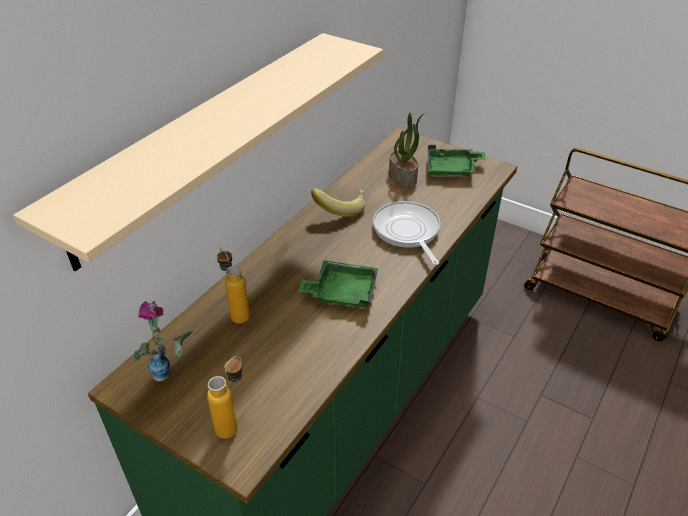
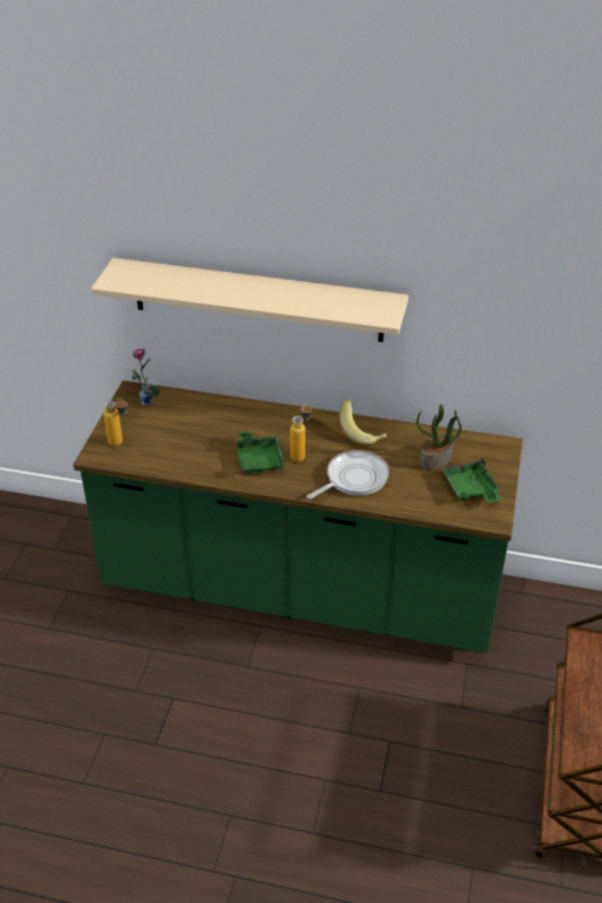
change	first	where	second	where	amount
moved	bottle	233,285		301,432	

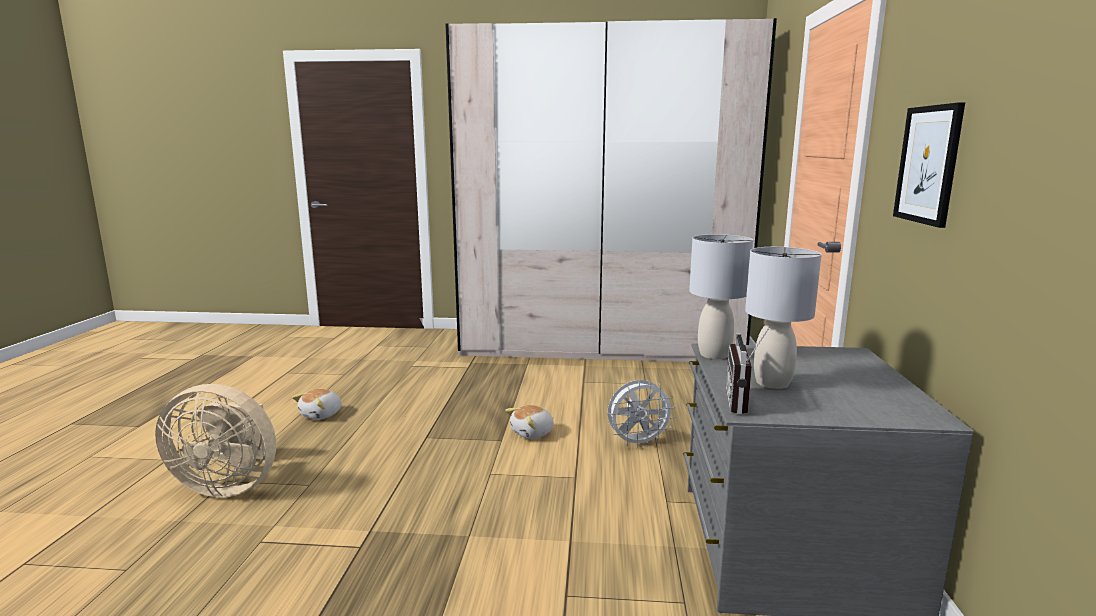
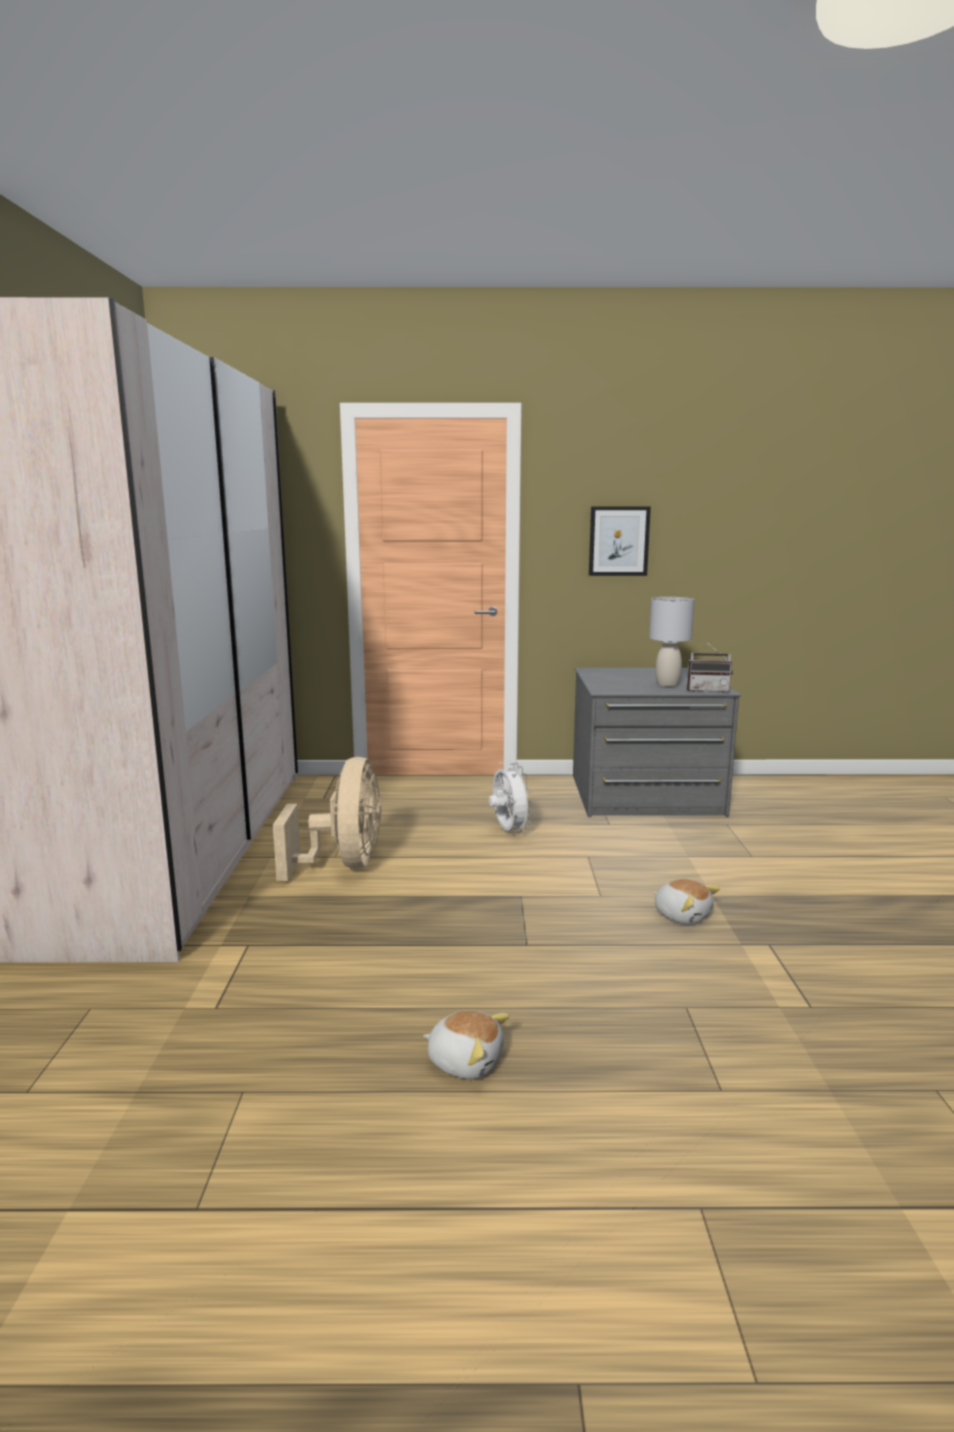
change	first	where	second	where	amount
removed	table lamp/grey	721,296			
moved	fan/beige	215,440		327,819	
moved	plush toy	529,422		687,901	

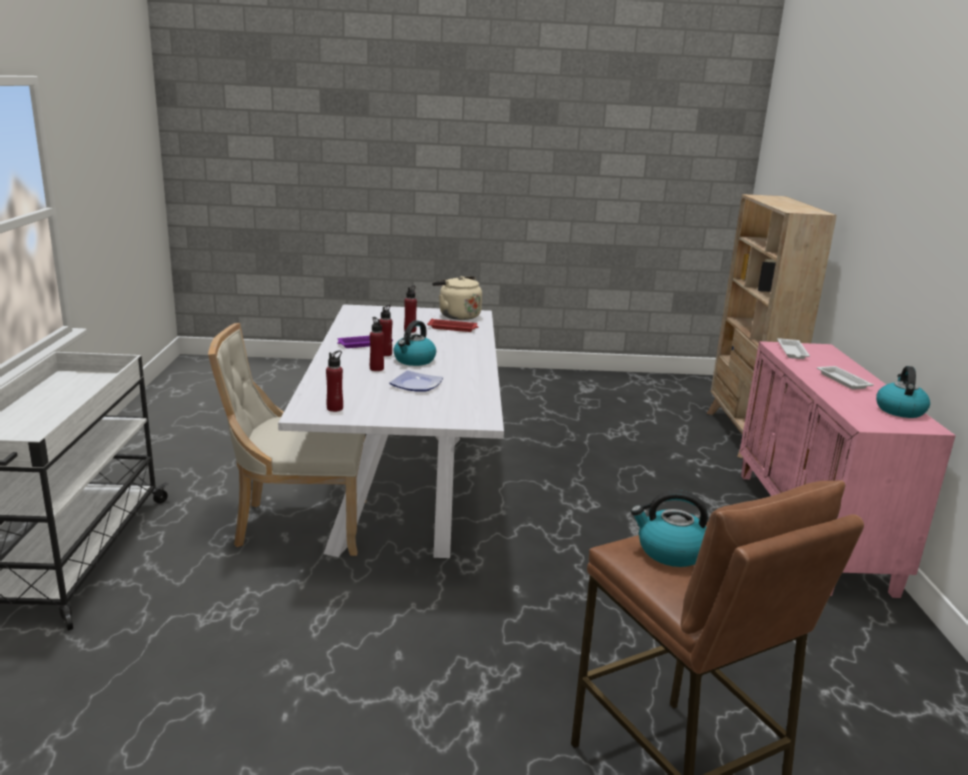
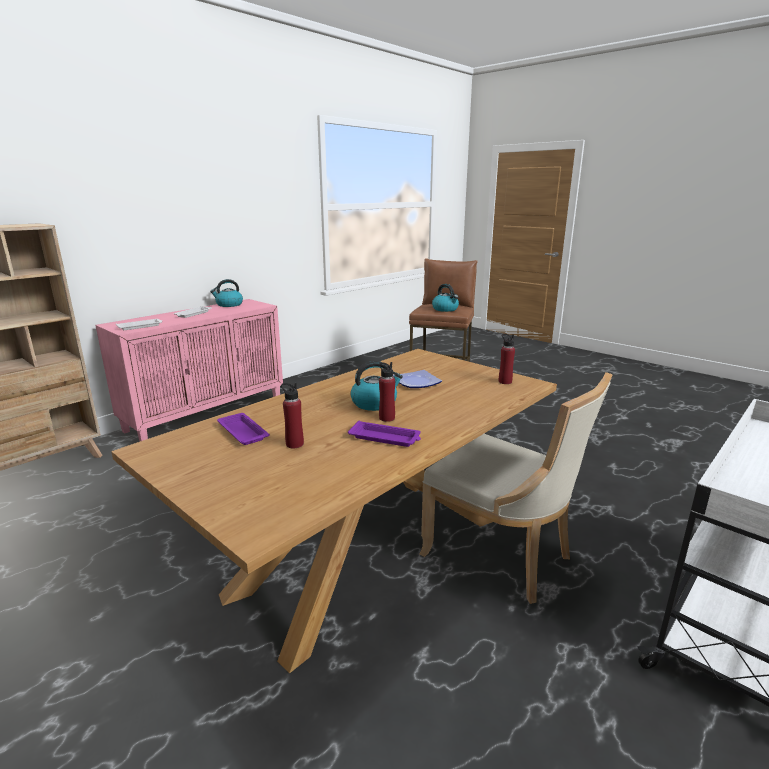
change	first	where	second	where	amount
removed	kettle/beige	457,298			
recoloured	dining table/white	391,431	dining table/brown	334,511	
removed	bottle/red	377,344			
recoloured	tray/red	452,325	tray/purple	243,429	

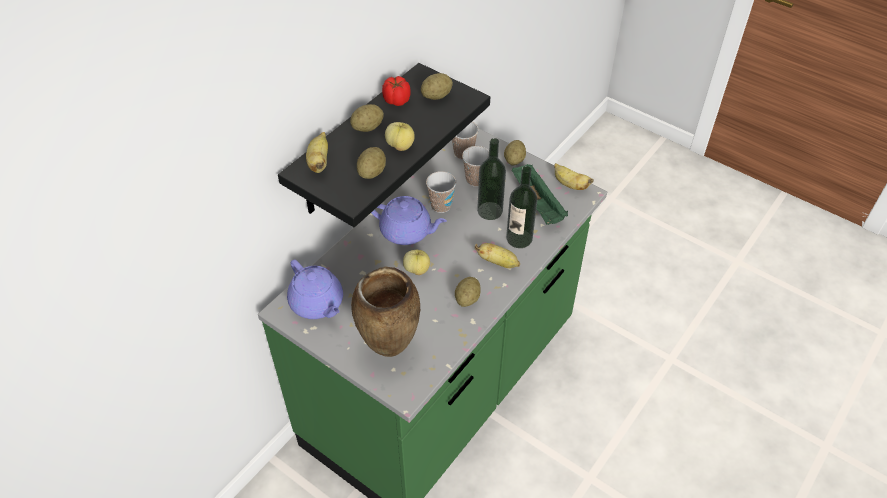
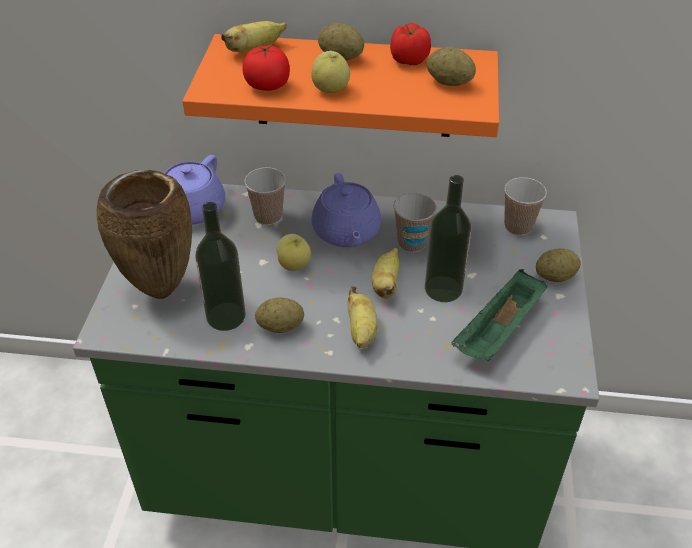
change	first	where	second	where	amount
recoloured	shelf/black	384,145	shelf/orange	341,85	
moved	cup	475,166		265,196	
replaced	potato	371,163	tomato	266,68	
moved	banana	574,176		386,273	
moved	bottle	521,207		220,266	

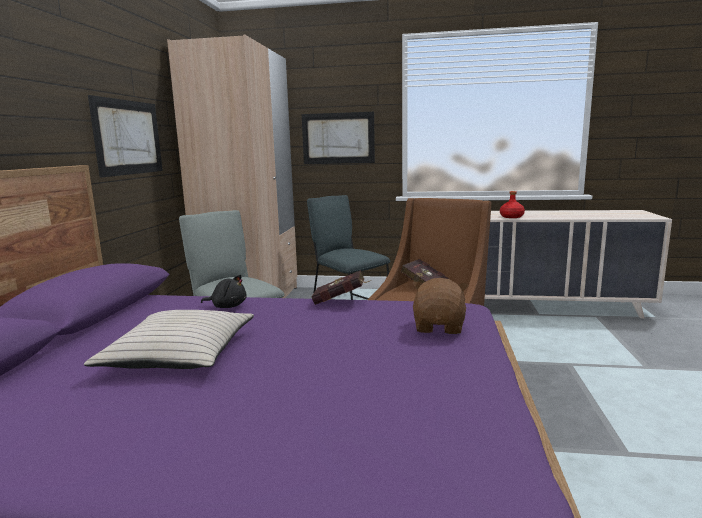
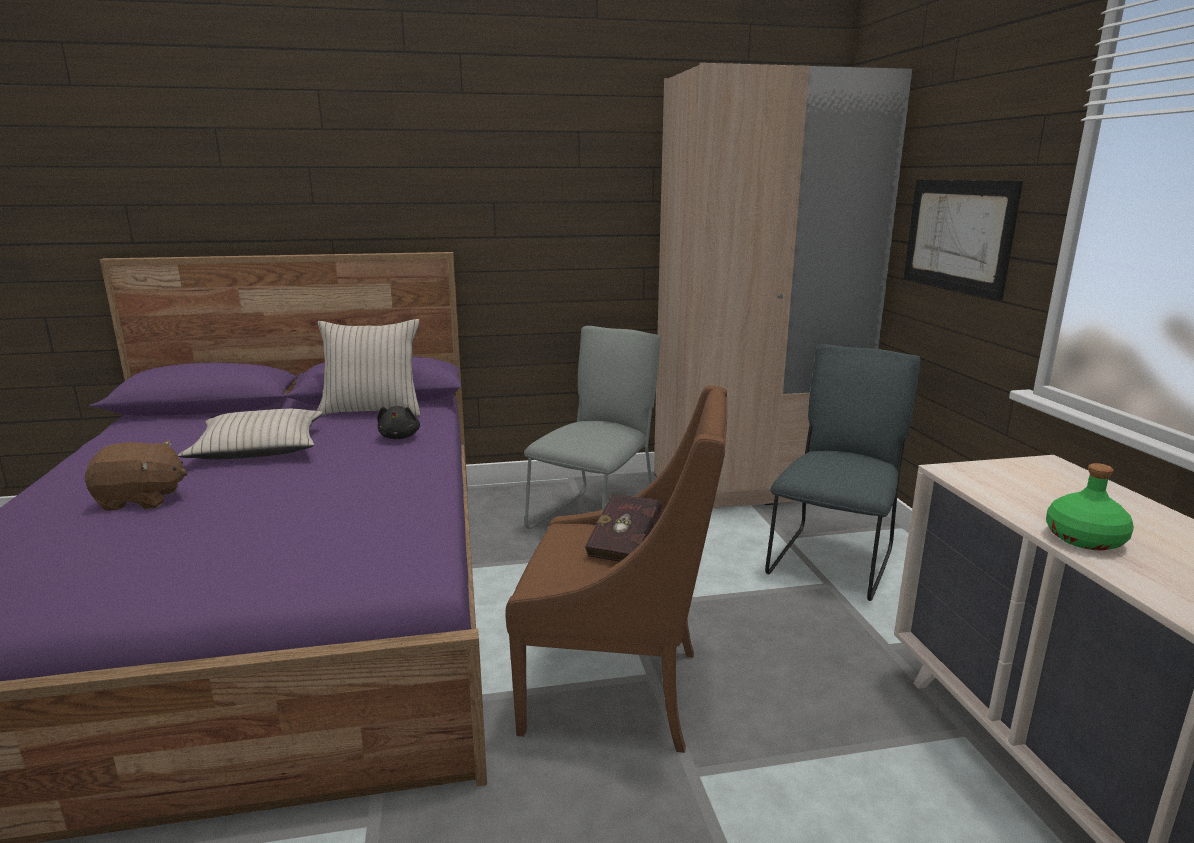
change	first	where	second	where	amount
removed	picture	125,136			
recoloured	bottle/red	512,204	bottle/green	1090,506	
removed	book/red	341,287			
moved	plush toy/brown	440,306		136,475	
added			pillow/beige	368,367	

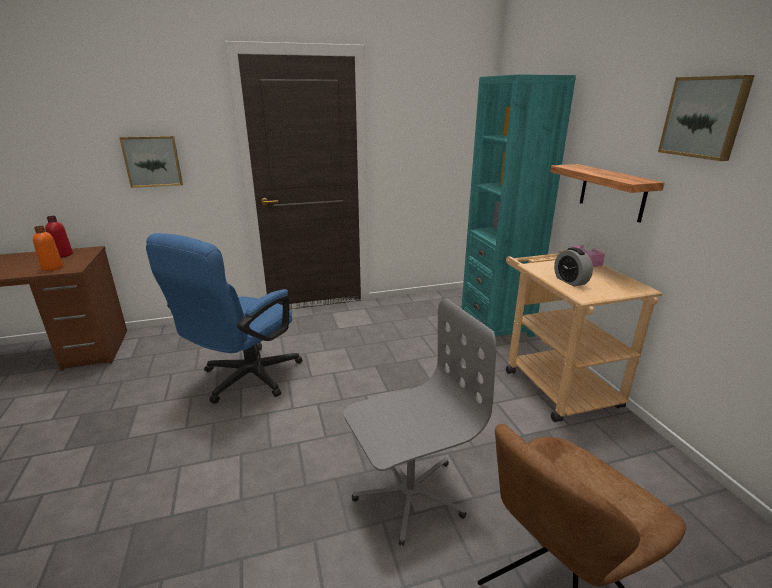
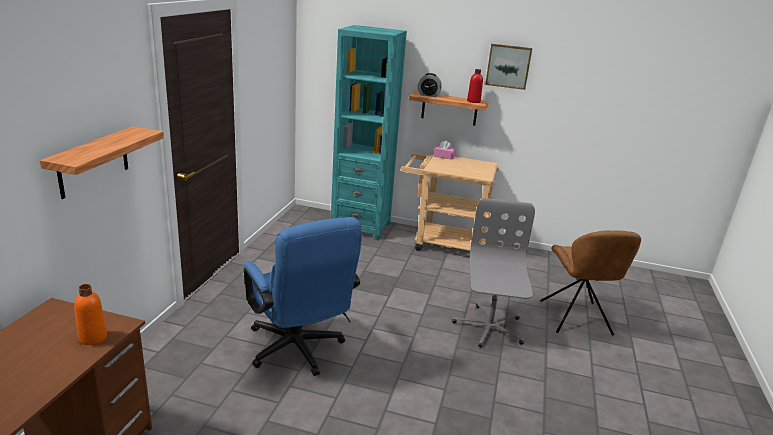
change	first	where	second	where	amount
replaced	picture	151,162	shelf	102,162	
moved	bottle/red	59,237		475,86	
moved	alarm clock	573,267		430,85	

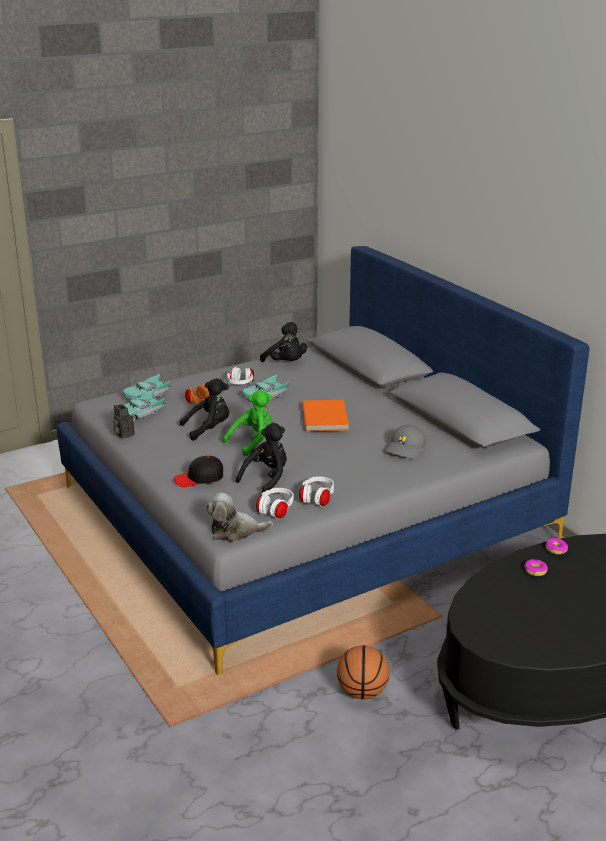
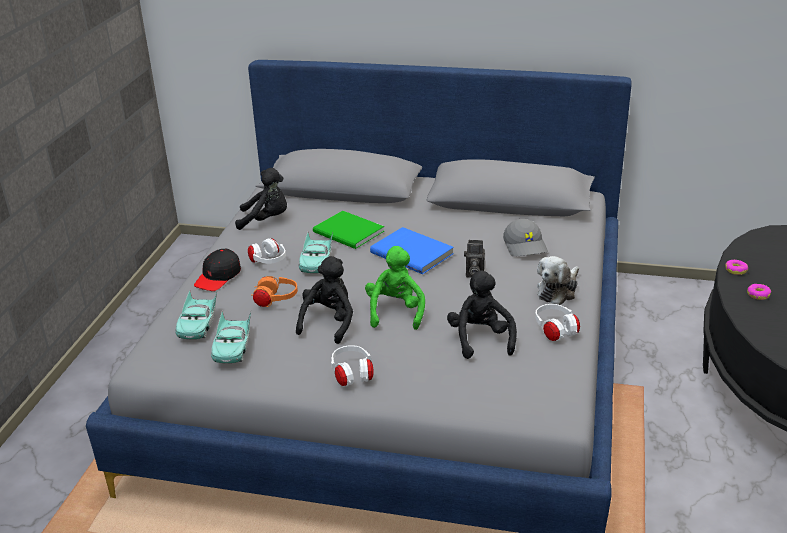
change	first	where	second	where	amount
recoloured	book/orange	325,416	book/blue	412,250	
moved	photo camera	124,421		474,259	
moved	cap/black	198,471		217,270	
moved	headphones/white	275,503		352,365	
moved	plush toy	239,517		558,280	
removed	basketball	363,672			
added			book/green	348,230	

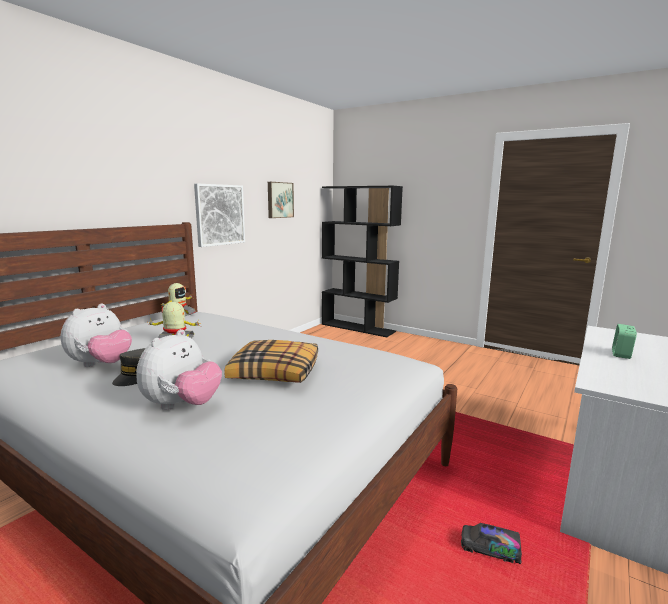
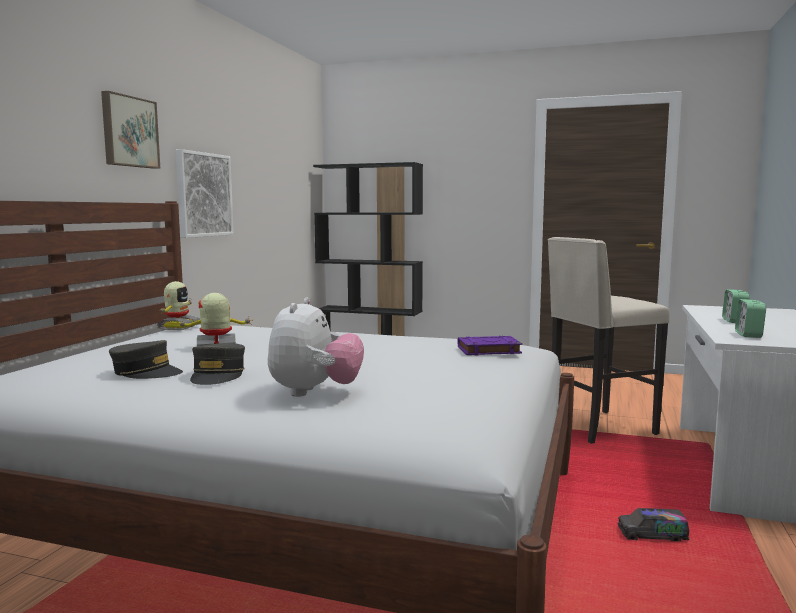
change	first	where	second	where	amount
moved	picture	281,200		130,130	
replaced	plush toy	96,335	cap/grey	146,359	
removed	pillow	271,361			
added			stool/beige	609,340	
added			alarm clock	750,318	
added			book/purple	489,345	

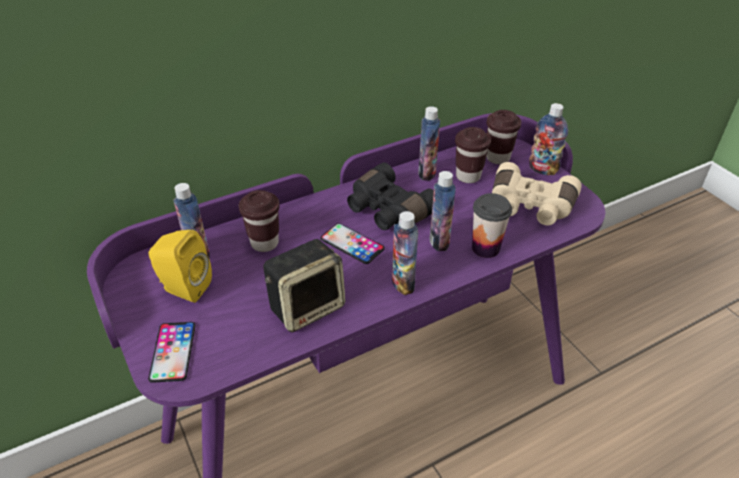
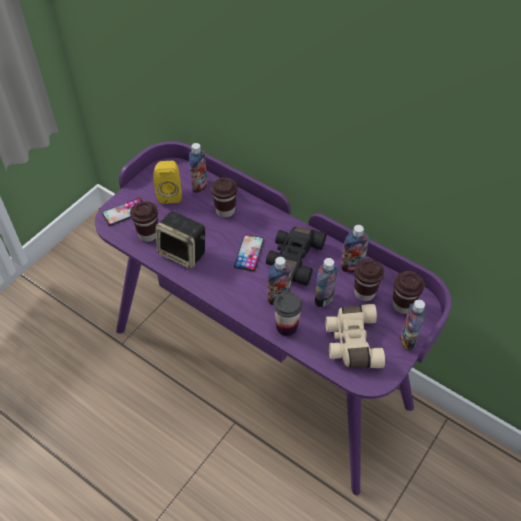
change	first	where	second	where	amount
moved	bottle	405,253		326,282	
added			cup/brown	144,221	

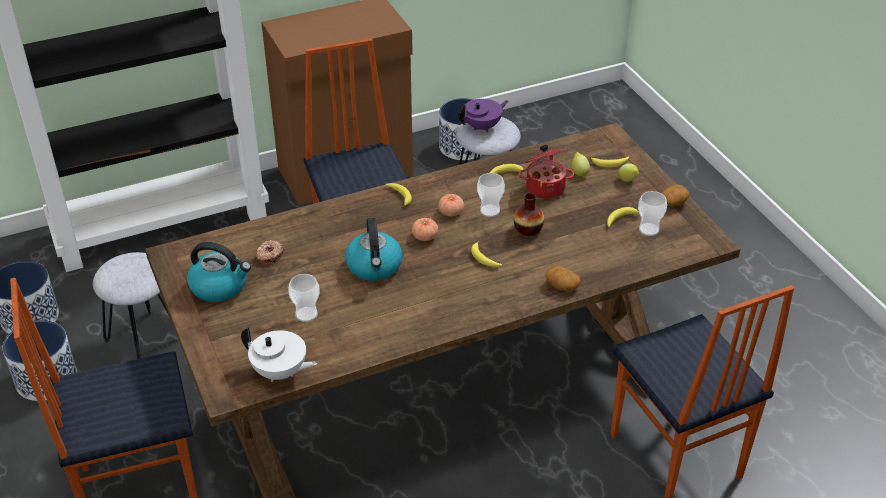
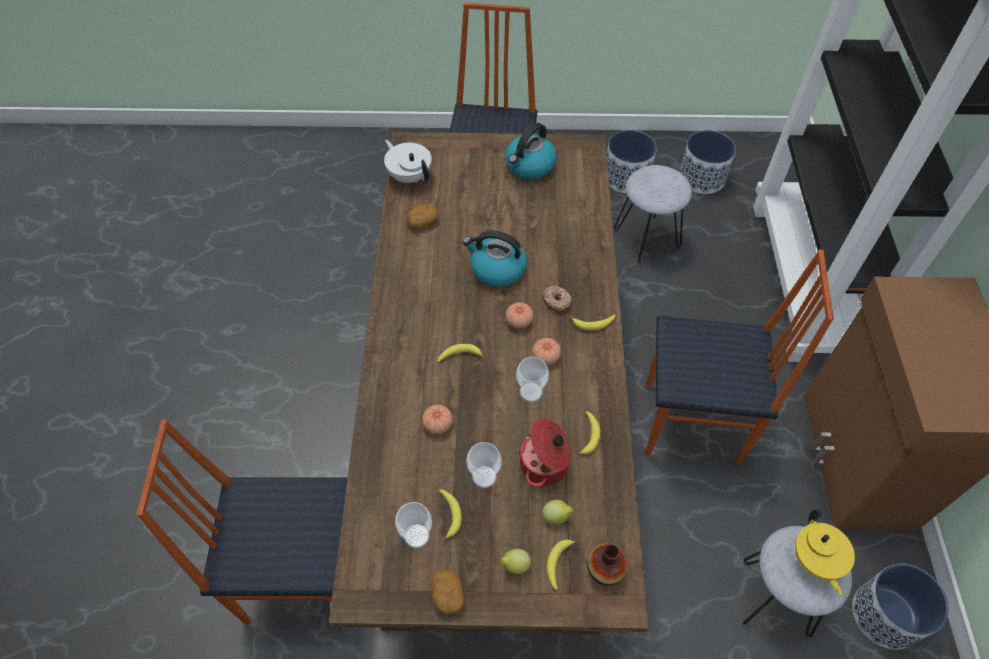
change	first	where	second	where	amount
recoloured	teapot/purple	483,115	teapot/yellow	825,552	
moved	vase	529,214		607,565	
moved	donut	270,252		558,299	
moved	potato	563,278		423,216	
moved	cup	304,298		484,465	
turned	teapot/white	279,354		408,161	90 degrees clockwise
added			tomato	437,419	

